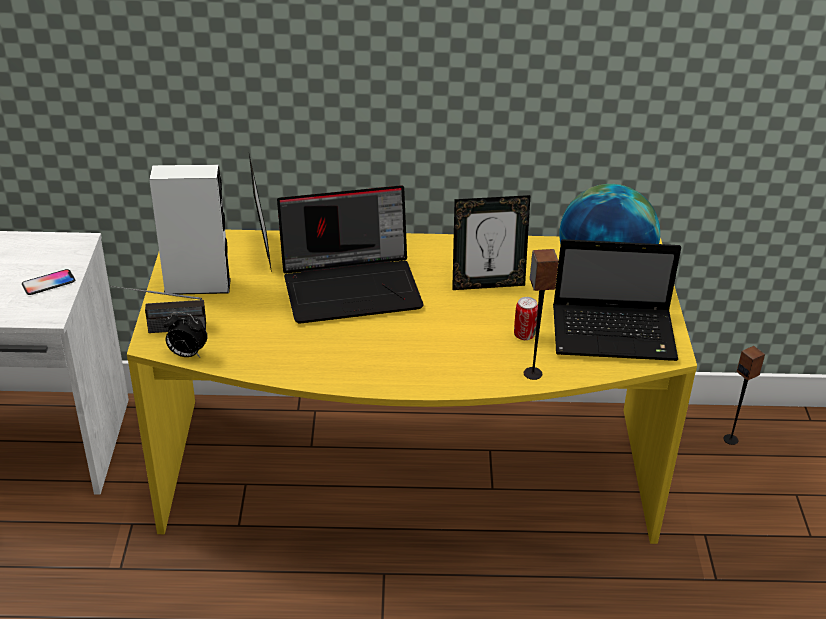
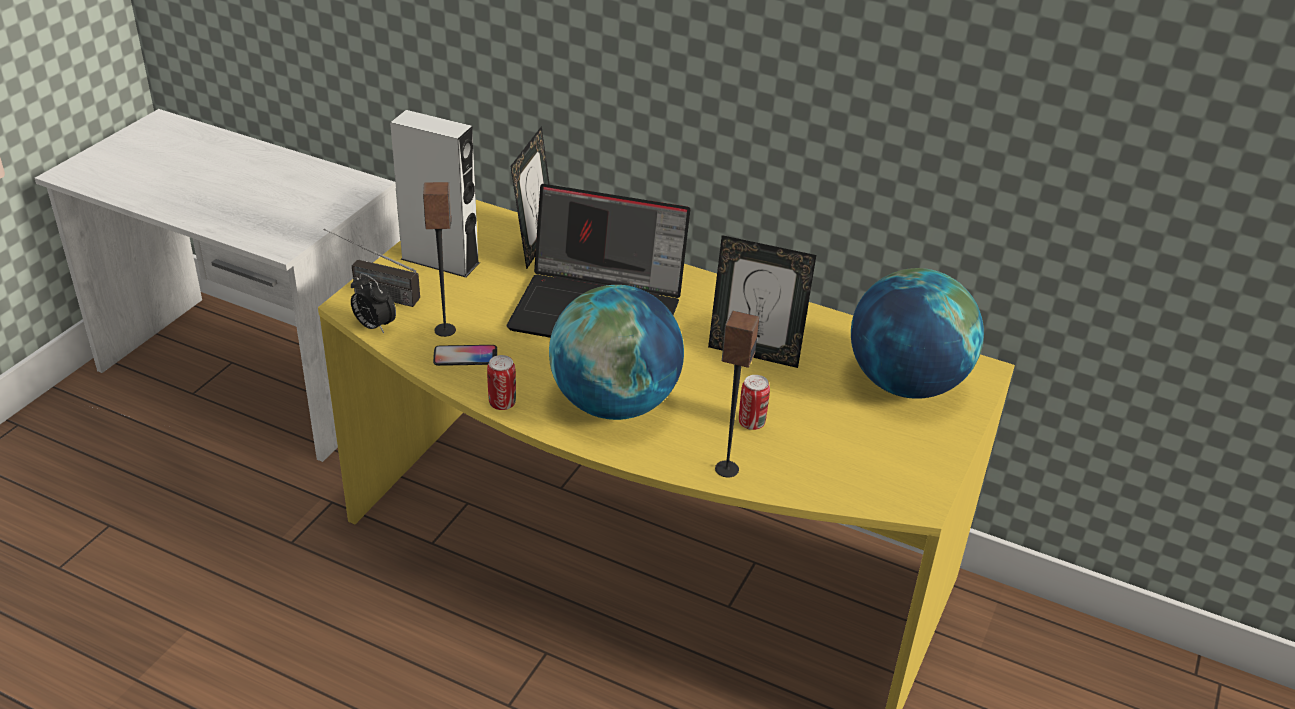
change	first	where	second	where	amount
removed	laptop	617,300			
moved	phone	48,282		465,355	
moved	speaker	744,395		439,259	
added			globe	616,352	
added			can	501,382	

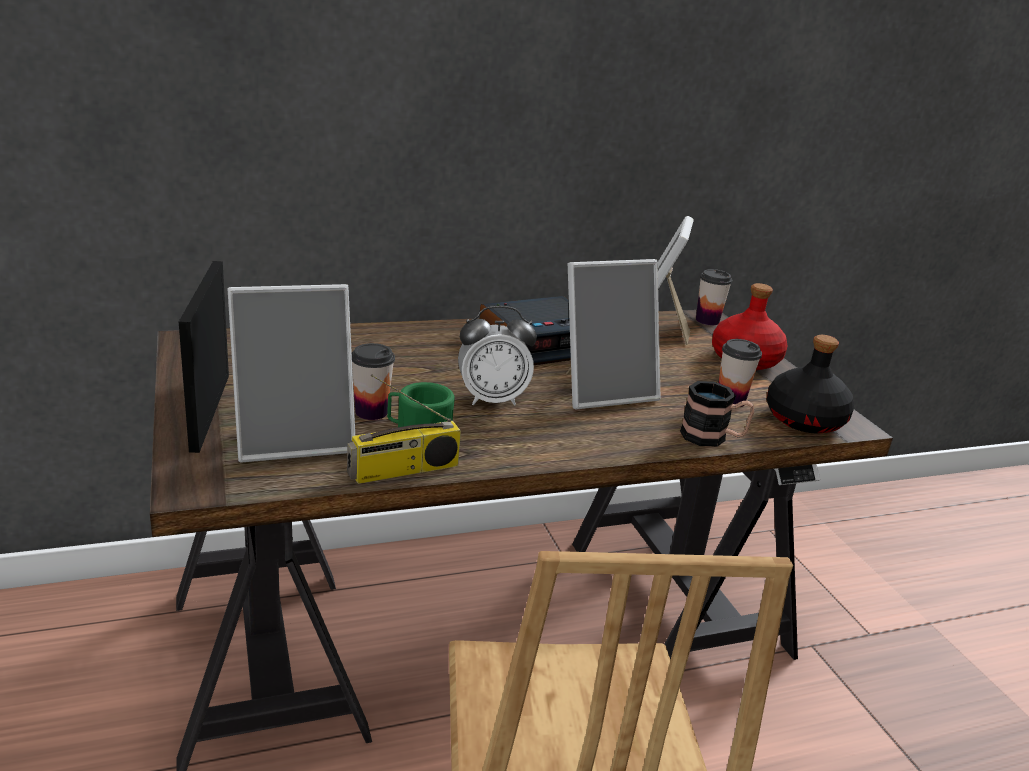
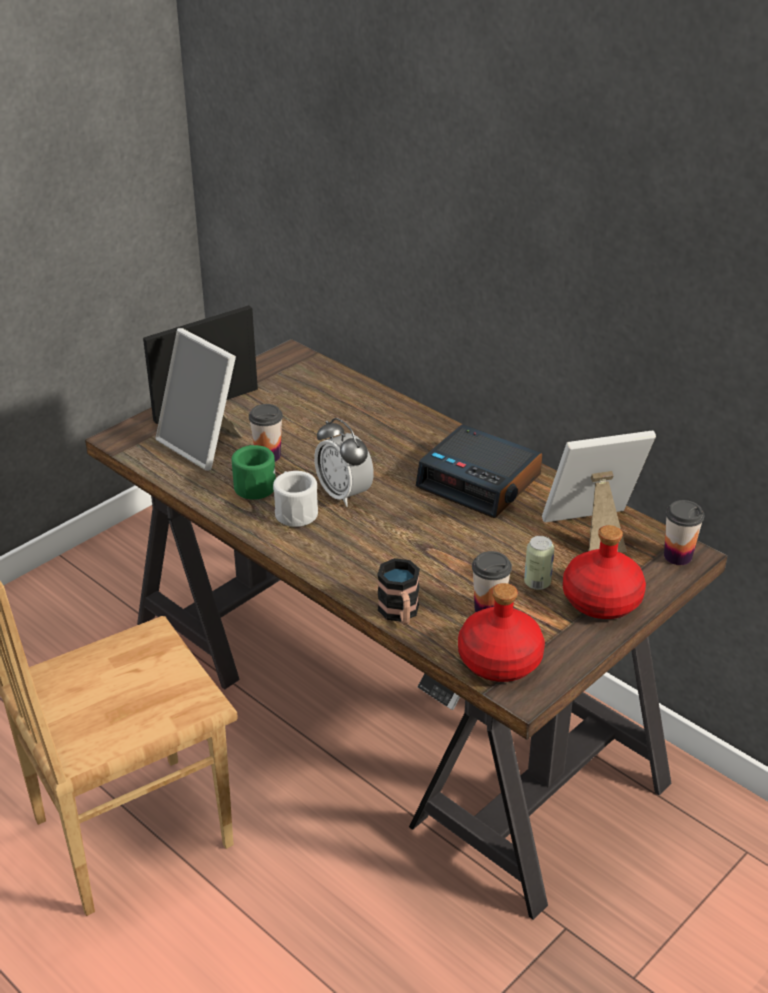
change	first	where	second	where	amount
removed	picture frame	613,334			
recoloured	bottle/black	810,384	bottle/red	501,632	
removed	radio	404,429			
added			mug/white	295,499	
added			can	539,563	

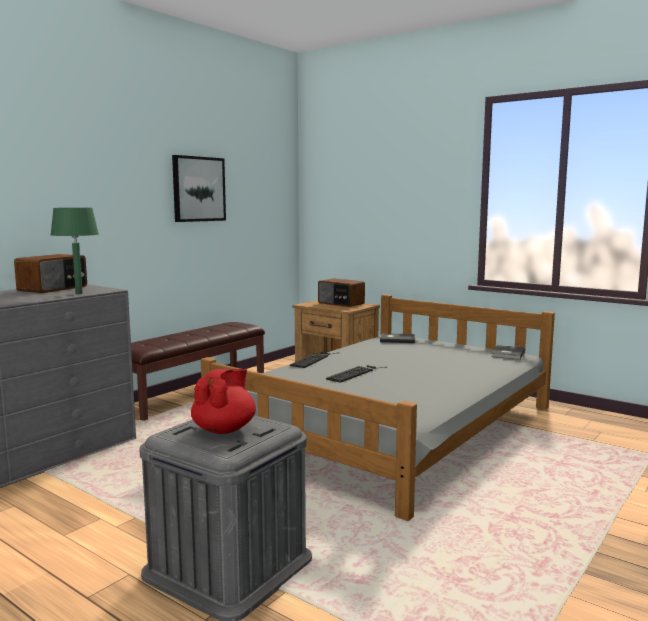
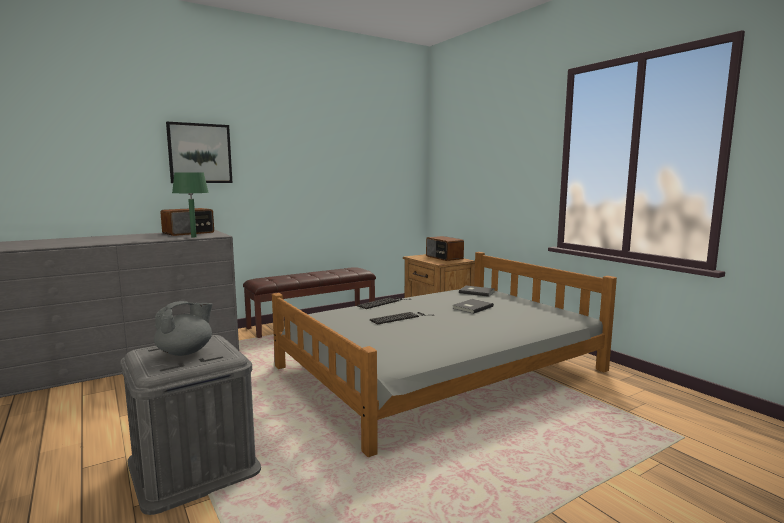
change	first	where	second	where	amount
moved	picture	199,188		199,152	
moved	book/grey	508,352		473,306	
recoloured	teapot/red	223,401	teapot/grey	183,328	

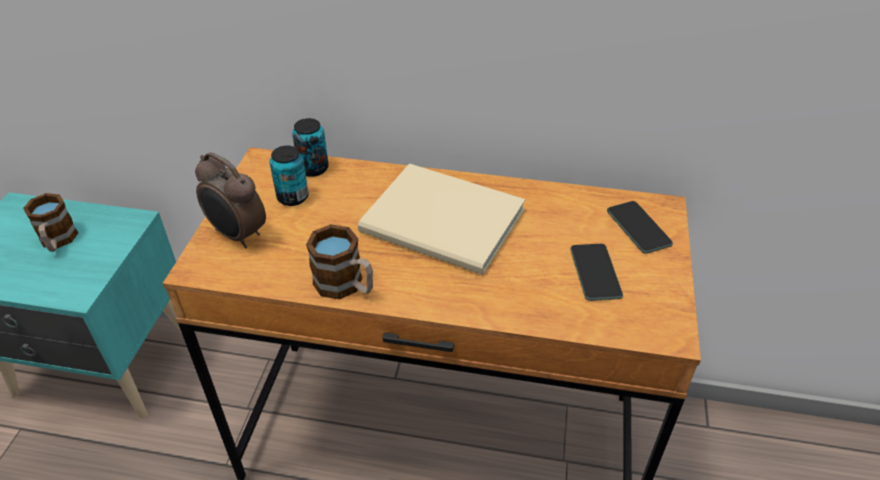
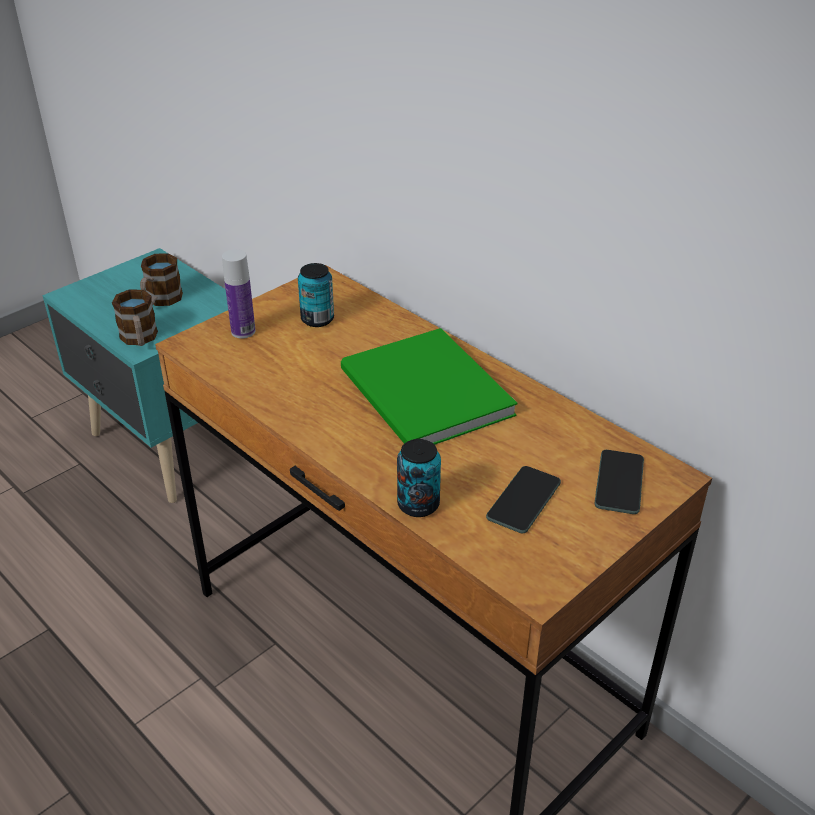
change	first	where	second	where	amount
moved	can	310,147		419,478	
replaced	alarm clock	230,200	bottle	239,293	
recoloured	book/beige	441,219	book/green	429,386	
moved	mug	339,261		135,317	

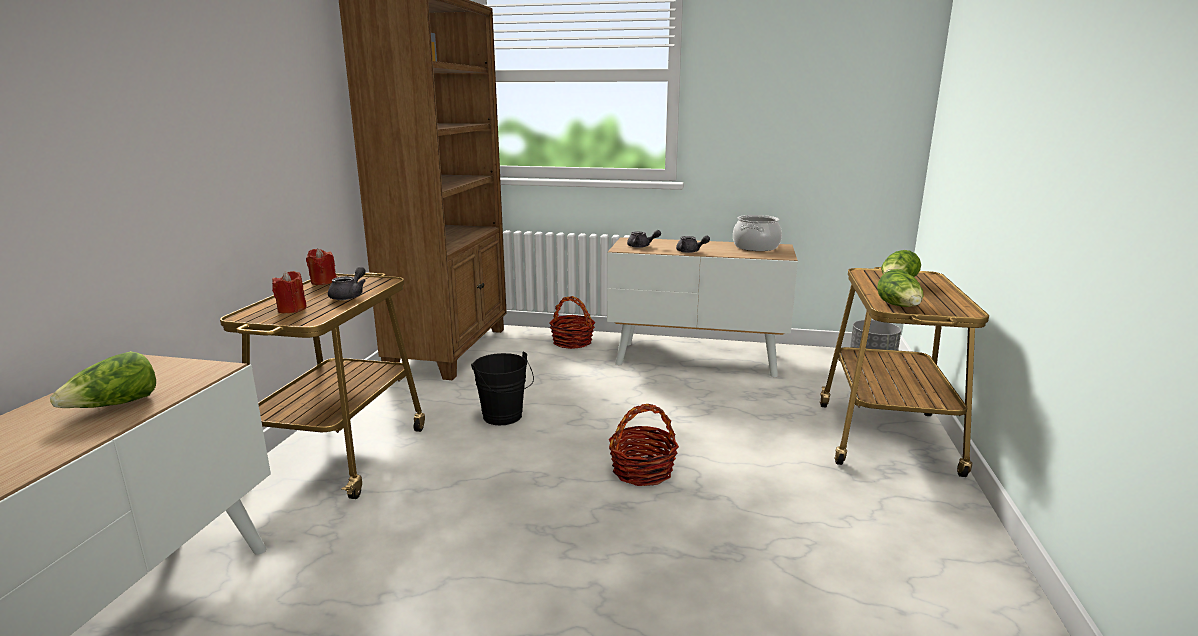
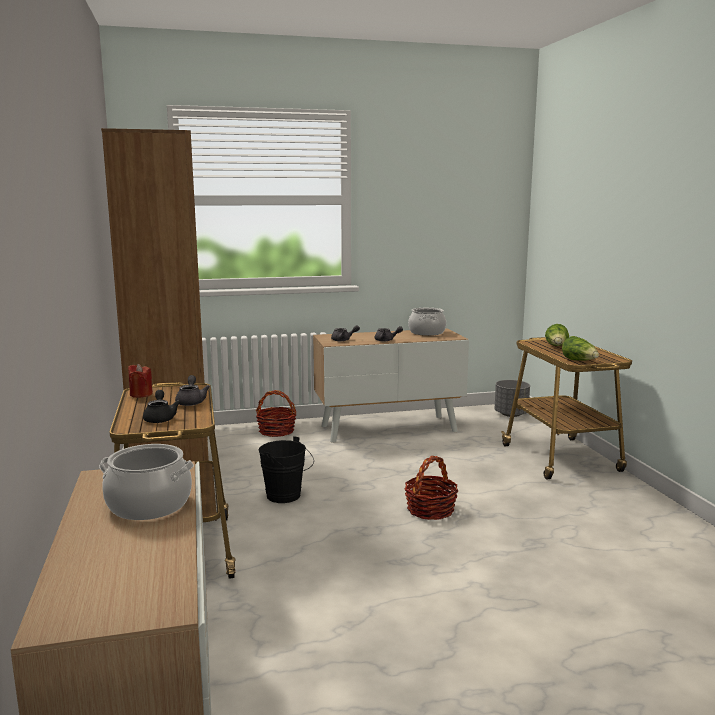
change	first	where	second	where	amount
replaced	candle/red	289,292	teapot/black	162,406	
replaced	lettuce	103,379	cooking pot	146,482	

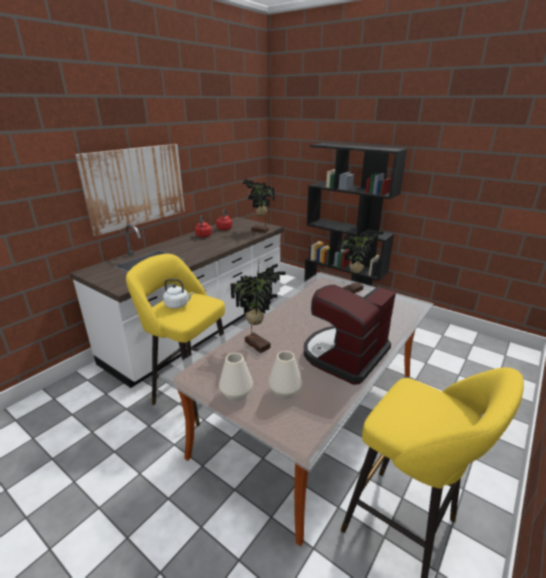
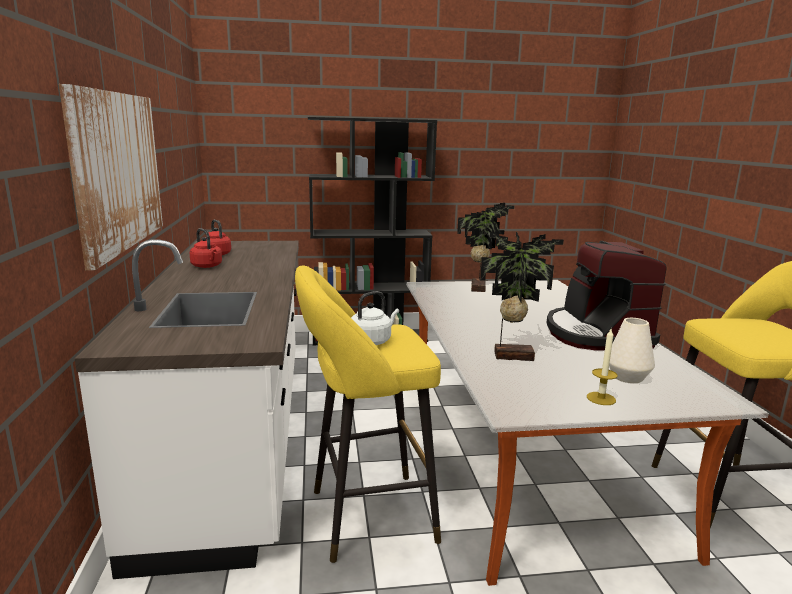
change	first	where	second	where	amount
removed	potted plant	258,206			
replaced	vase/white	236,377	candle	602,367	

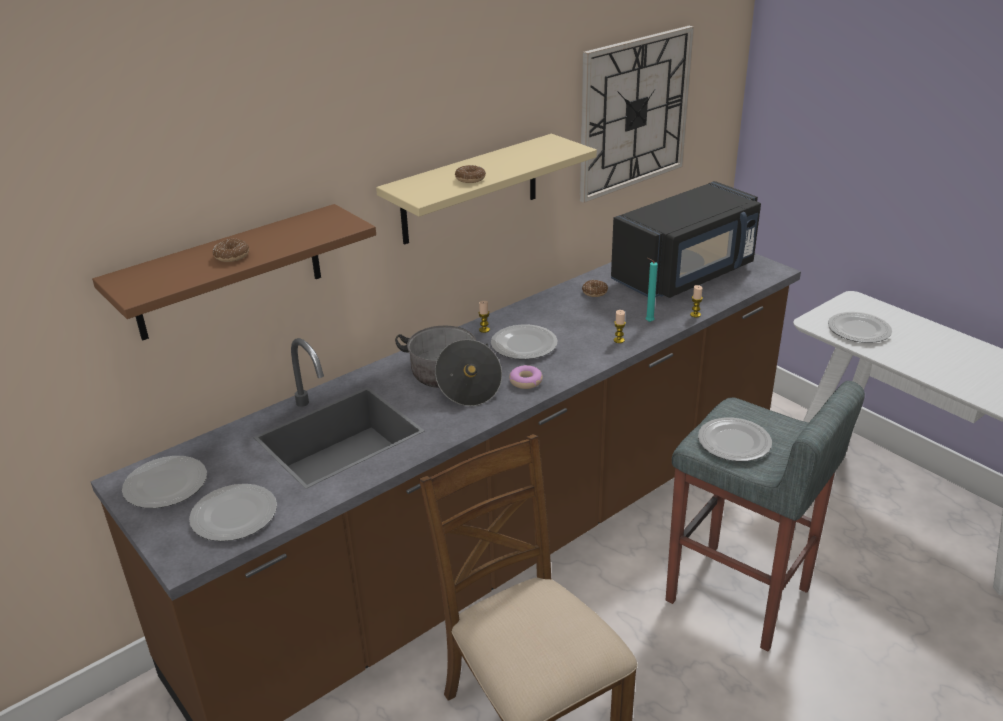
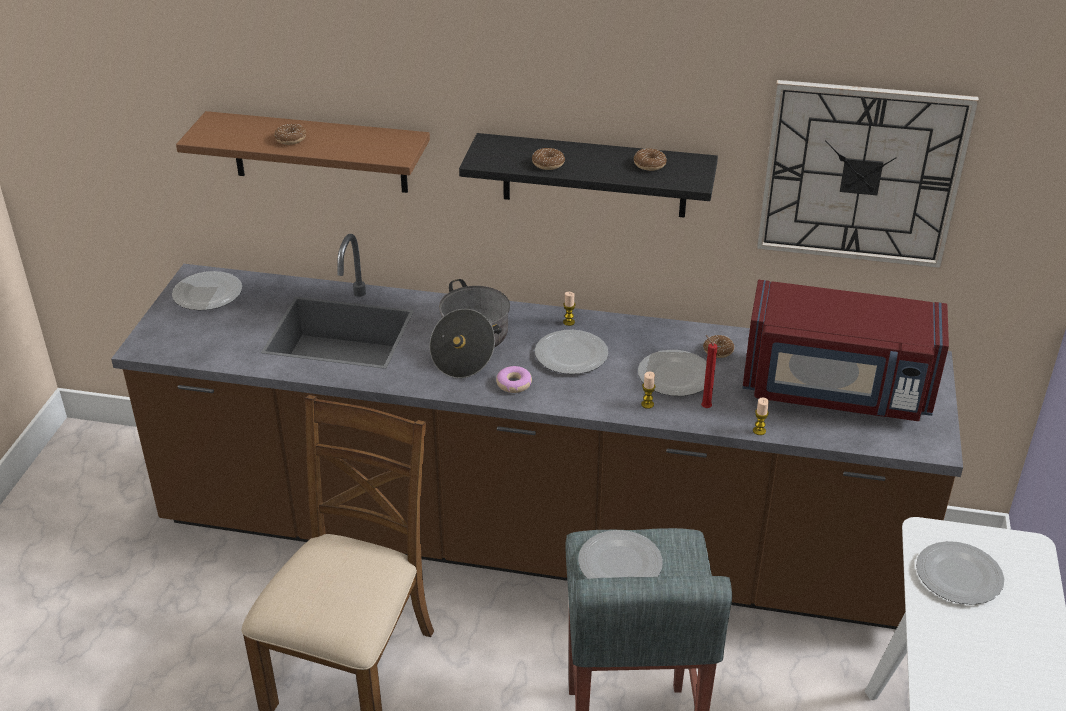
change	first	where	second	where	amount
recoloured	shelf/beige	486,189	shelf/black	588,175	
recoloured	microwave/black	686,239	microwave/red	846,350	
recoloured	candle/turquoise	652,289	candle/red	709,371	
moved	plate	233,512		672,373	
added			donut	650,159	

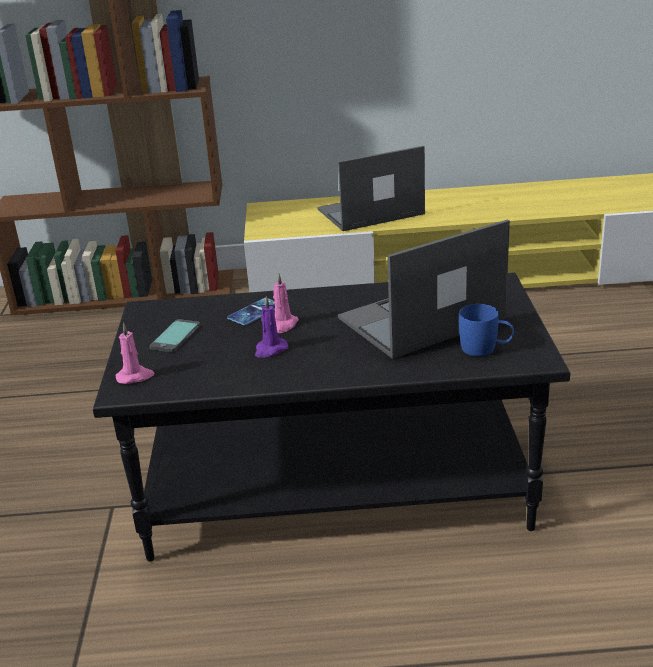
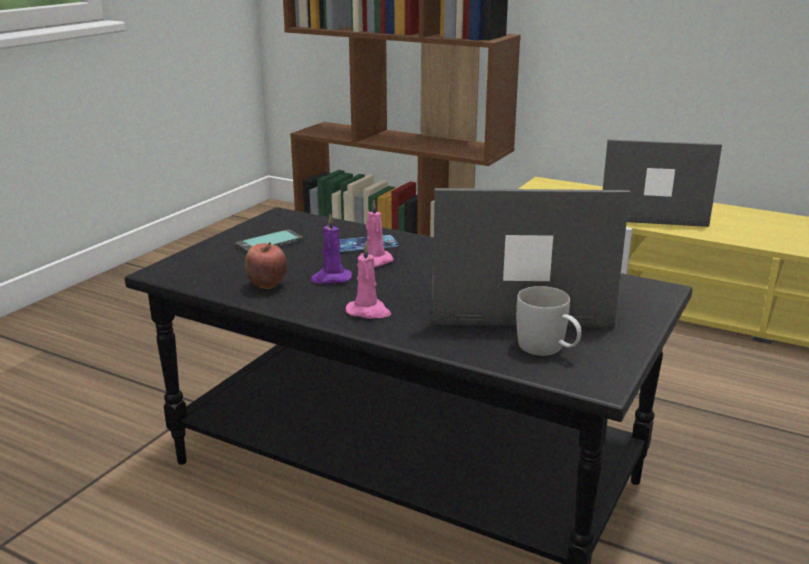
change	first	where	second	where	amount
recoloured	mug/blue	486,330	mug/white	549,321	
moved	candle/pink	135,353		368,280	
added			apple	266,265	

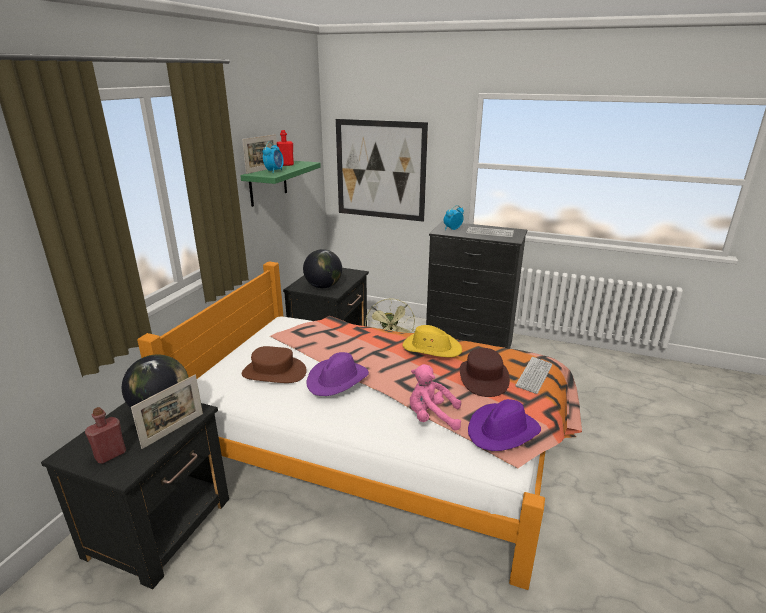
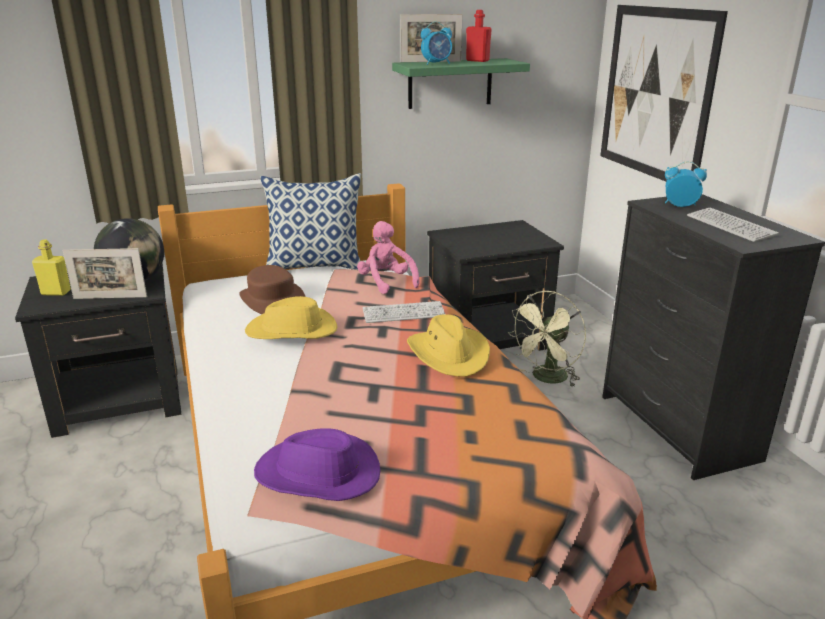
change	first	where	second	where	amount
removed	globe	322,268			
removed	hat/brown	485,372			
recoloured	hat/purple	338,374	hat/yellow	291,317	
moved	keyboard	533,375		403,312	
moved	plush toy/pink	435,397		388,257	
recoloured	bottle/red	105,435	bottle/yellow	51,268	
added			pillow	310,221	

